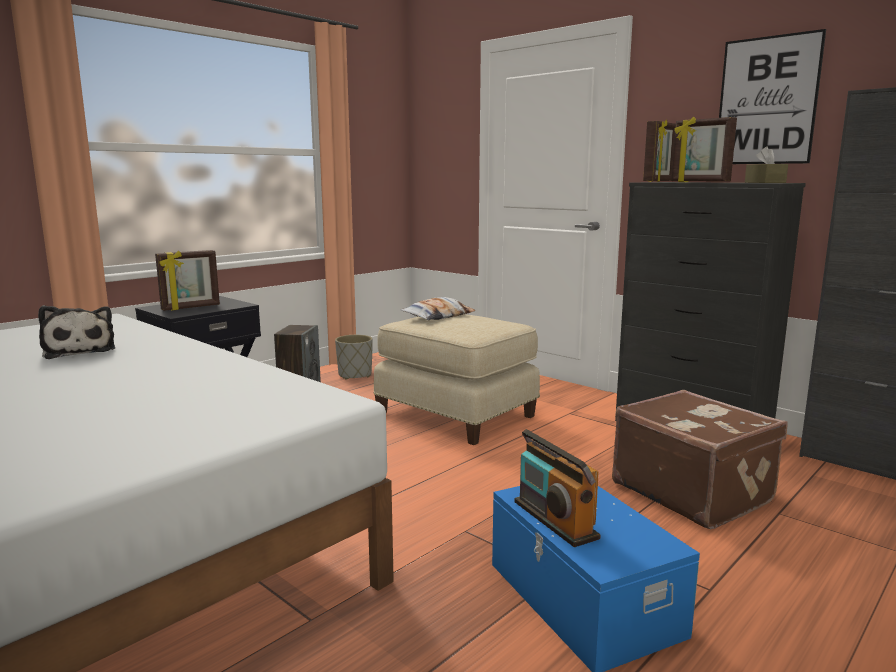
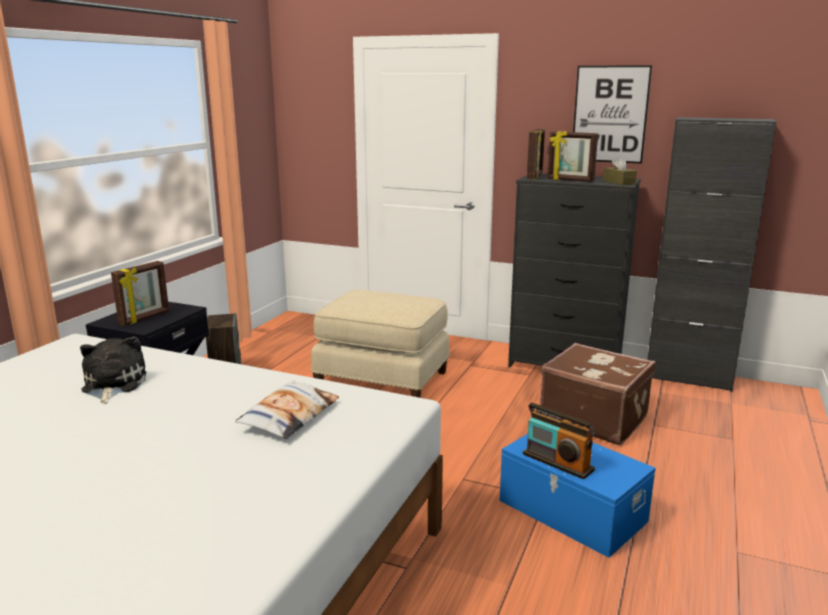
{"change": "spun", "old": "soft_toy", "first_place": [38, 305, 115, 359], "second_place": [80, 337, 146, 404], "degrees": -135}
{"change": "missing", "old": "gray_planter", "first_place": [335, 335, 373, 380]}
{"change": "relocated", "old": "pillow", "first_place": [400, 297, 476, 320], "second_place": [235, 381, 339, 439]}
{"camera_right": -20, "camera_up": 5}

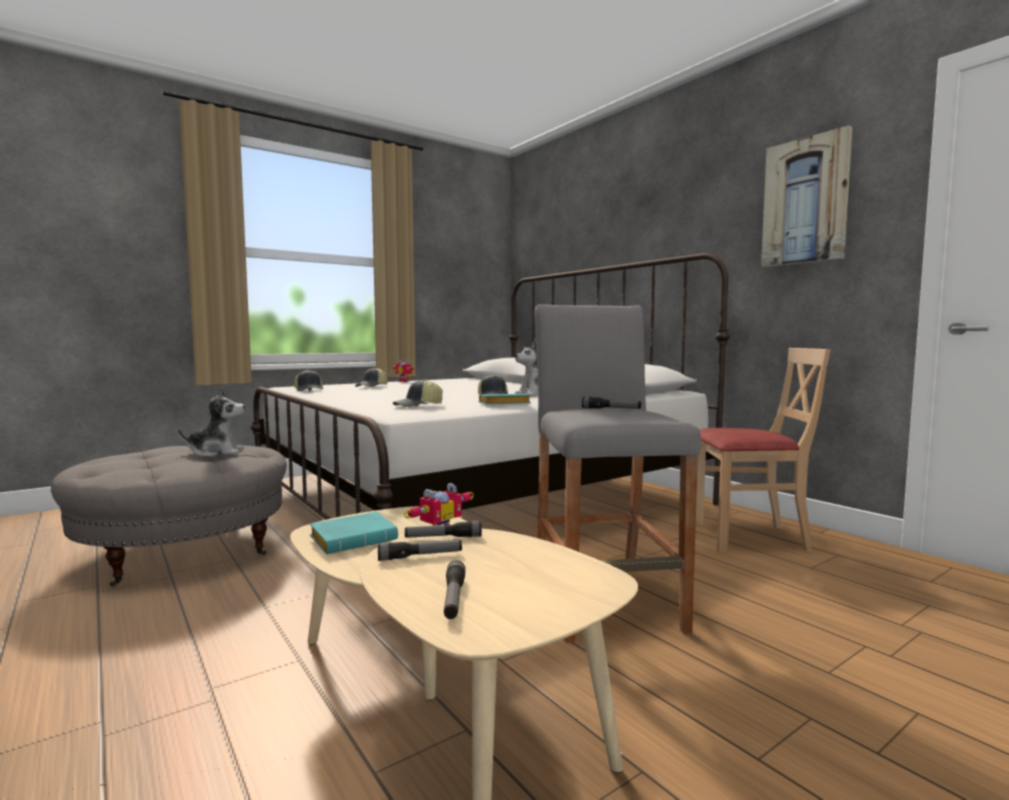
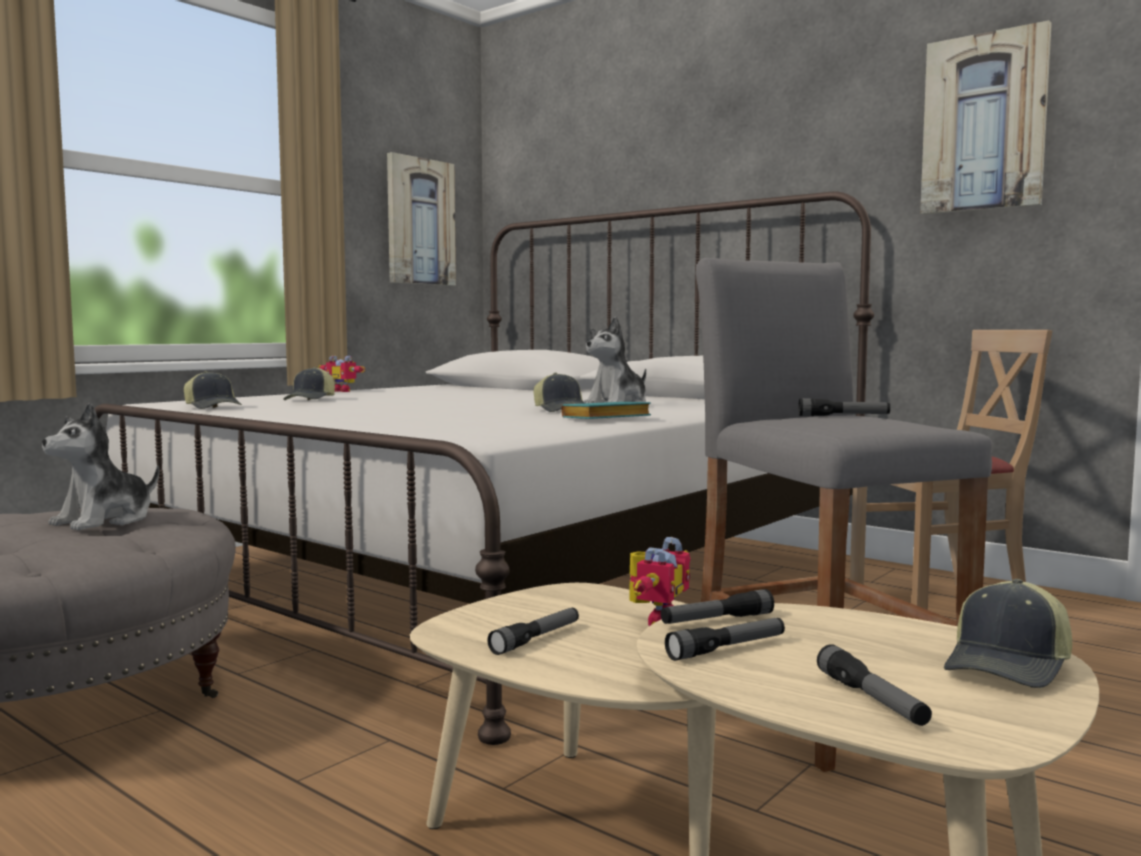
{"change": "spun", "old": "soft_toy", "first_place": [178, 388, 245, 457], "second_place": [42, 403, 159, 531], "degrees": 150}
{"change": "exchanged", "old": "blue-green_book", "new": "hand_torch", "first_place": [310, 512, 398, 554], "second_place": [487, 608, 579, 655]}
{"change": "relocated", "old": "cap", "first_place": [393, 379, 443, 407], "second_place": [944, 579, 1072, 688]}
{"change": "appeared", "new": "wall_picture", "second_place": [387, 152, 456, 286]}
{"camera_right": -15, "camera_up": 0}

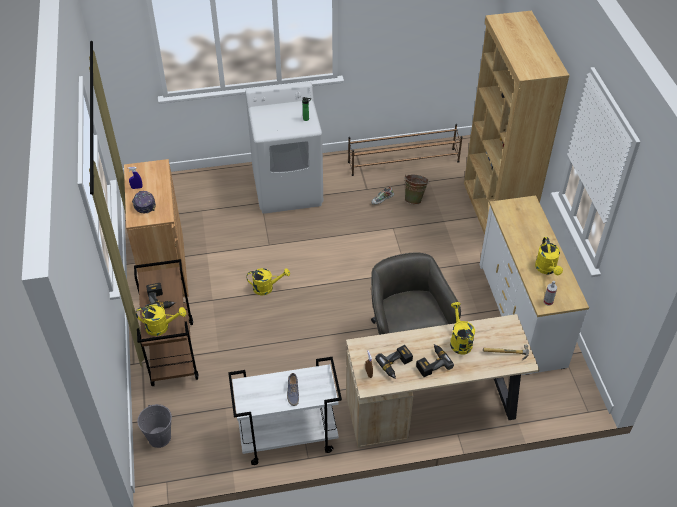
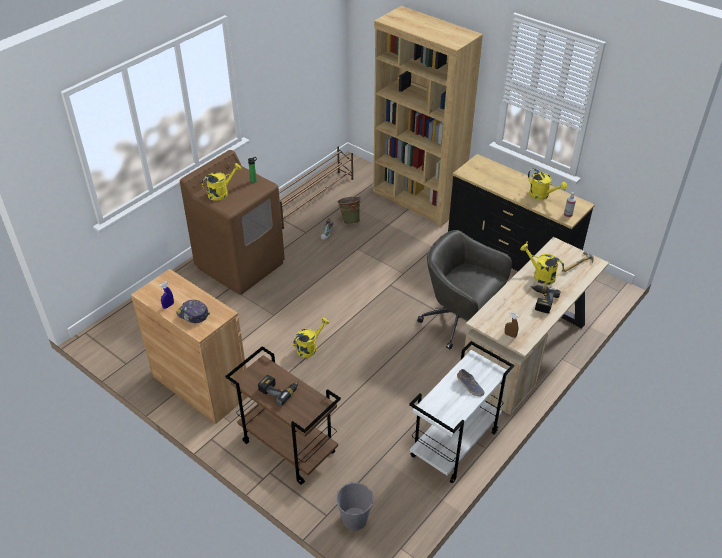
{"change": "relocated", "old": "yellow_watering_can", "first_place": [136, 304, 186, 336], "second_place": [202, 163, 242, 201]}
{"change": "colour", "old": "white_laundry_appliance", "new": "brown_laundry_appliance", "first_place": [245, 82, 323, 214], "second_place": [180, 150, 285, 295]}
{"change": "missing", "old": "electric_drill", "first_place": [375, 345, 413, 379]}
{"change": "colour", "old": "white_dresser", "new": "black-coloured_dresser", "first_place": [480, 195, 589, 375], "second_place": [448, 154, 595, 271]}
{"camera_right": -40, "camera_up": -5}

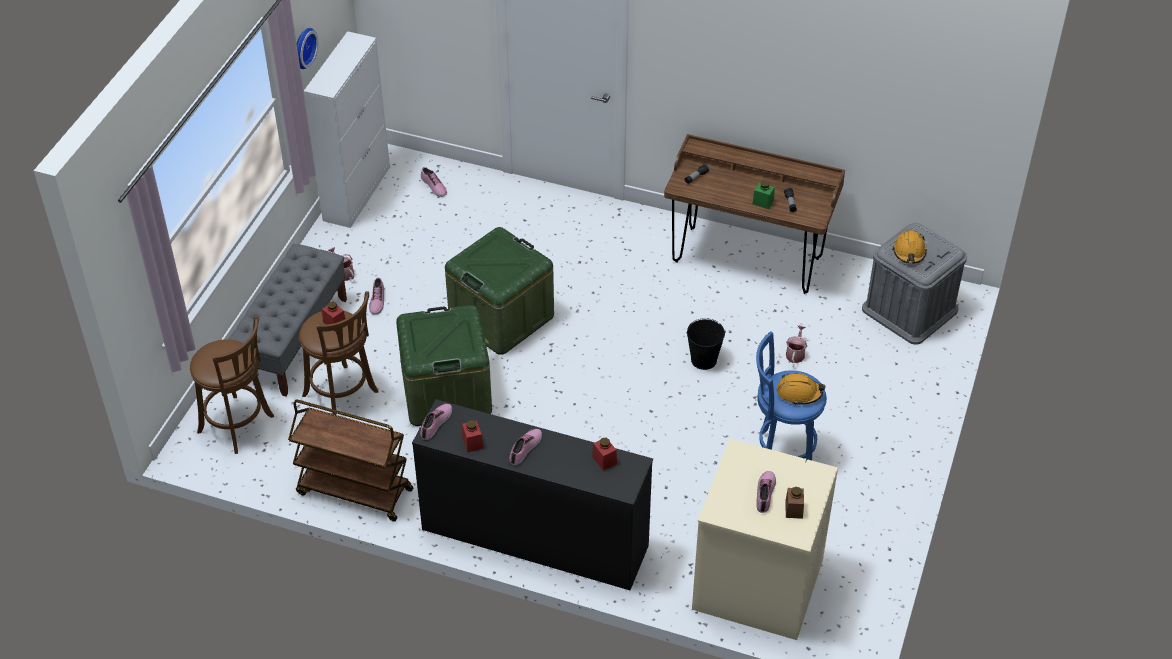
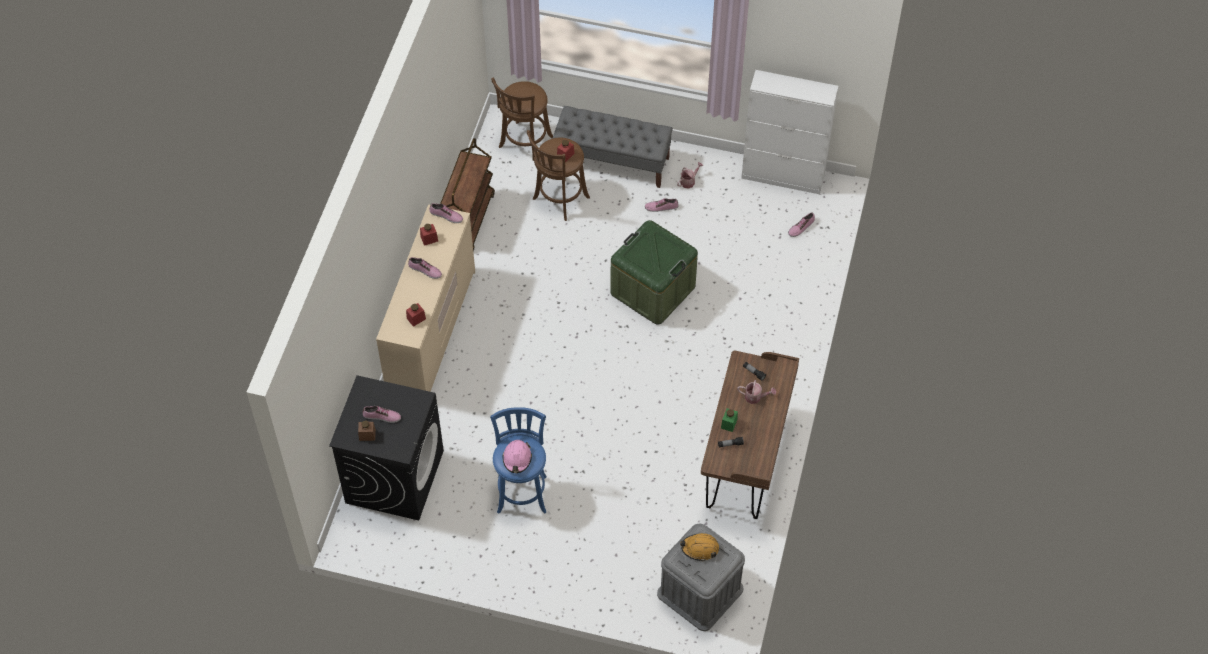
{"change": "missing", "old": "wall_clock", "first_place": [297, 28, 319, 69]}
{"change": "missing", "old": "green-coloured_storage_bin", "first_place": [396, 305, 492, 426]}
{"change": "colour", "old": "black-coloured_dresser", "new": "beige_dresser", "first_place": [412, 399, 653, 590], "second_place": [376, 204, 475, 392]}
{"change": "missing", "old": "black-coloured_bucket", "first_place": [686, 318, 726, 370]}
{"change": "colour", "old": "beige_laundry_appliance", "new": "black-coloured_laundry_appliance", "first_place": [692, 439, 838, 640], "second_place": [329, 375, 444, 520]}
{"change": "colour", "old": "orange_work_helmet", "new": "pink-coloured_work_helmet", "first_place": [777, 373, 825, 405], "second_place": [503, 440, 532, 473]}
{"change": "relocated", "old": "watering_can", "first_place": [786, 325, 807, 363], "second_place": [737, 380, 776, 404]}
{"camera_right": 85, "camera_up": 10}

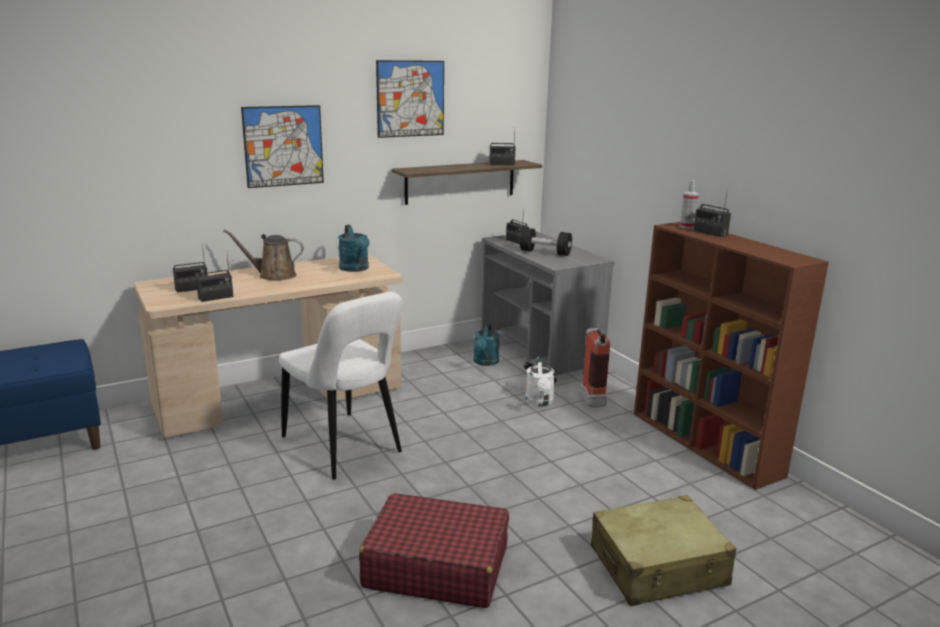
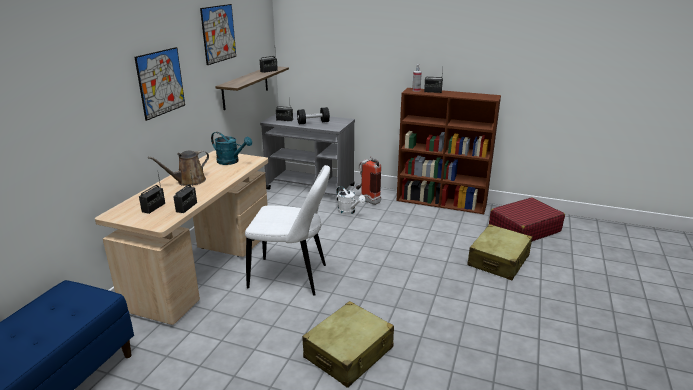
{"change": "relocated", "old": "red-coloured_piece_of_luggage", "first_place": [359, 493, 509, 608], "second_place": [489, 197, 565, 241]}
{"change": "missing", "old": "blue-green_watering_can", "first_place": [474, 323, 499, 366]}
{"change": "appeared", "new": "beige_piece_of_luggage", "second_place": [302, 301, 394, 388]}
{"camera_right": -40, "camera_up": 5}

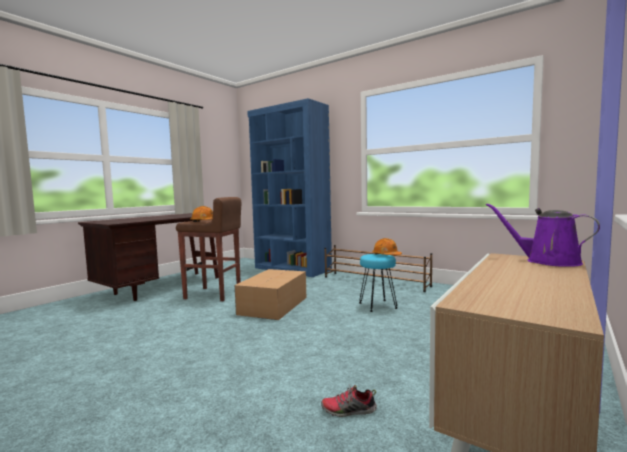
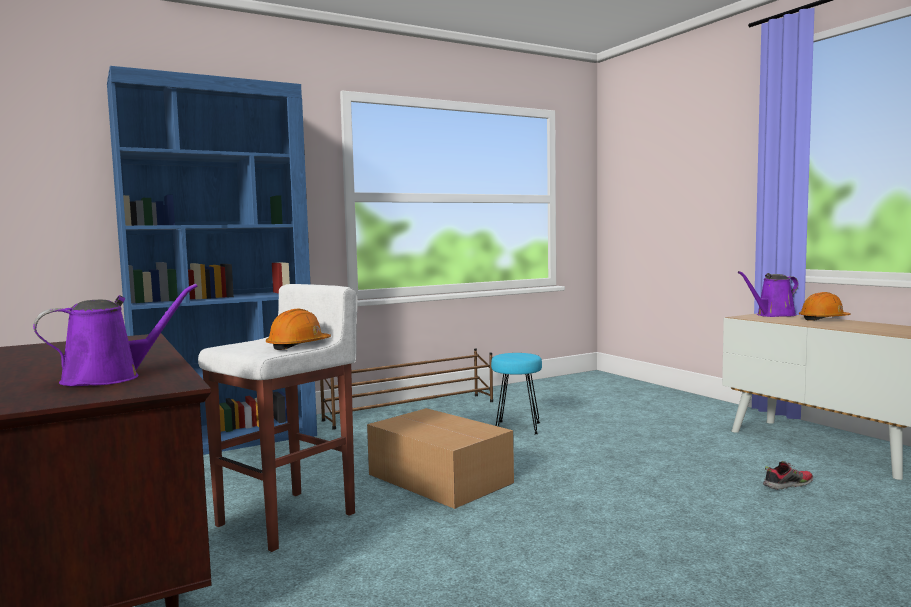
{"change": "colour", "old": "brown_stool", "new": "white_stool", "first_place": [176, 197, 241, 301], "second_place": [198, 284, 357, 552]}
{"change": "spun", "old": "item_of_footwear", "first_place": [321, 385, 377, 417], "second_place": [763, 461, 813, 490], "degrees": -135}
{"change": "relocated", "old": "orange_work_helmet", "first_place": [372, 238, 402, 255], "second_place": [799, 292, 851, 321]}
{"change": "appeared", "new": "purple-coloured_watering_can", "second_place": [33, 284, 198, 386]}
{"camera_right": -65, "camera_up": 0}

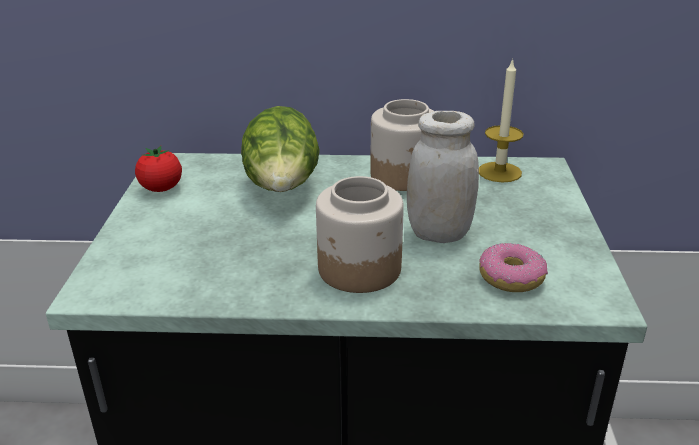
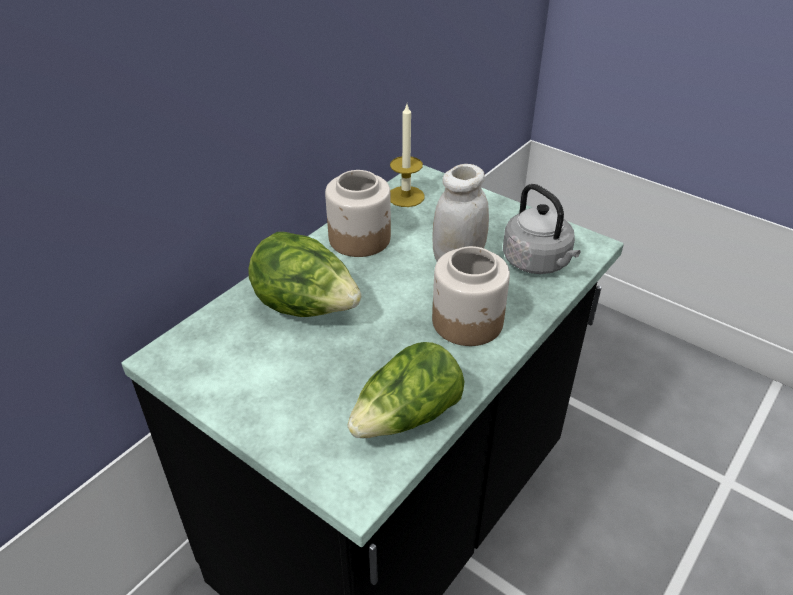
{"change": "missing", "old": "tomato", "first_place": [135, 146, 182, 192]}
{"change": "exchanged", "old": "ring_doughnut", "new": "gray_kettle", "first_place": [479, 242, 548, 292], "second_place": [503, 184, 581, 274]}
{"change": "appeared", "new": "head_of_lettuce", "second_place": [347, 342, 464, 438]}
{"camera_right": -55, "camera_up": 10}

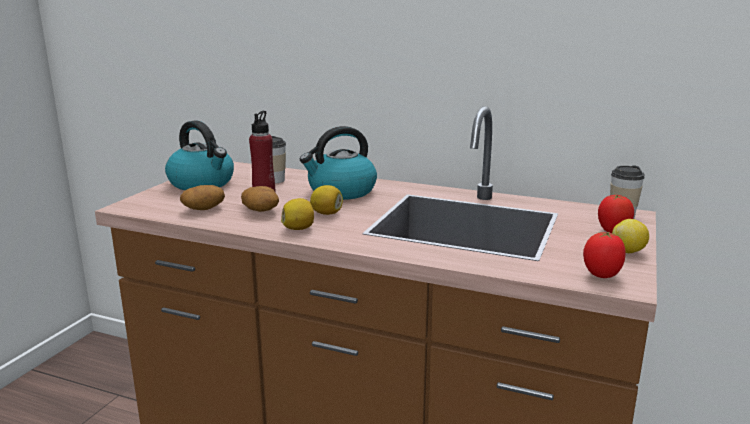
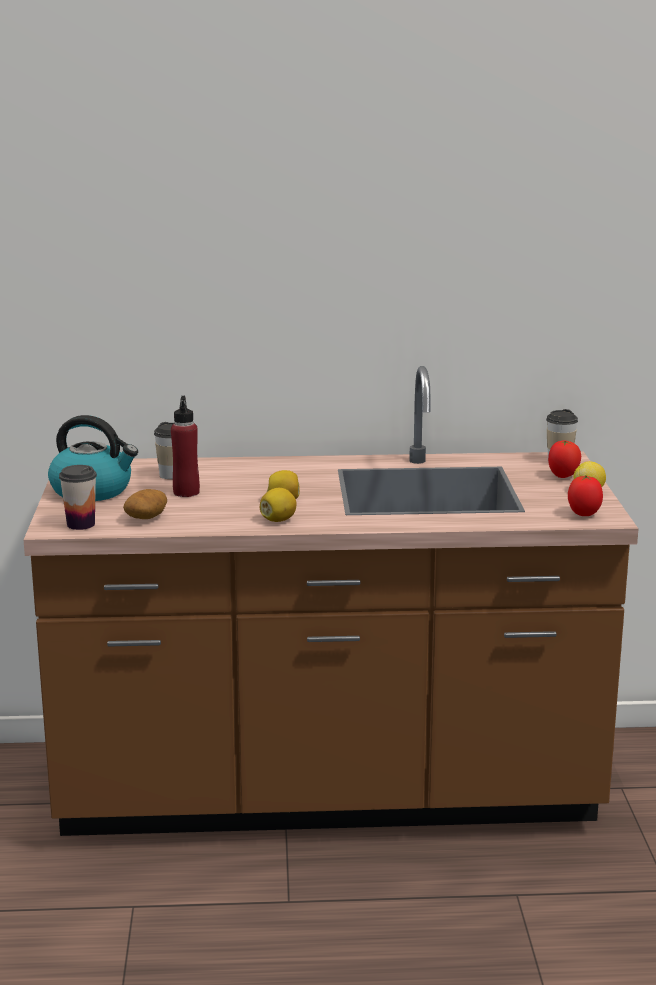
{"change": "missing", "old": "potato", "first_place": [241, 186, 279, 212]}
{"change": "missing", "old": "kettle", "first_place": [300, 126, 377, 200]}
{"change": "appeared", "new": "small_cup", "second_place": [59, 465, 97, 530]}
{"camera_right": -25, "camera_up": 0}

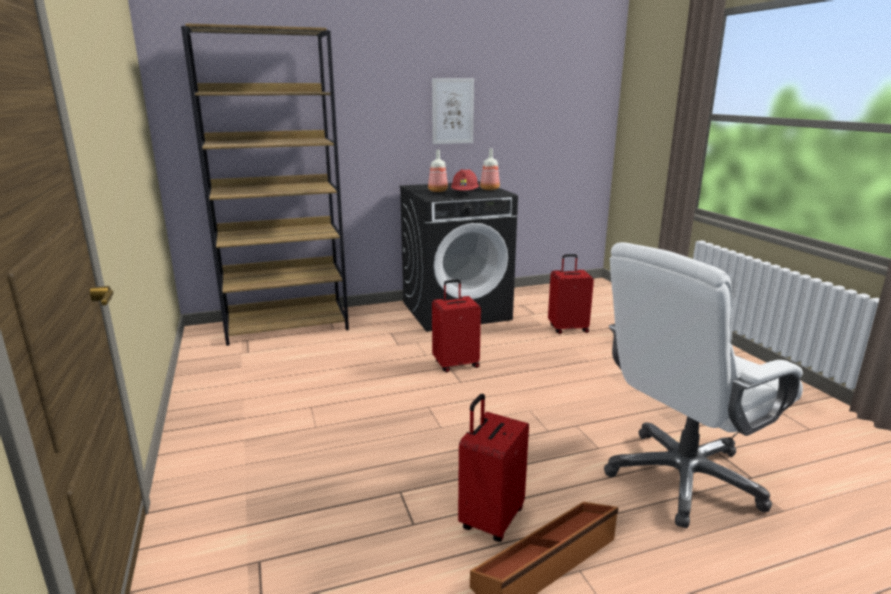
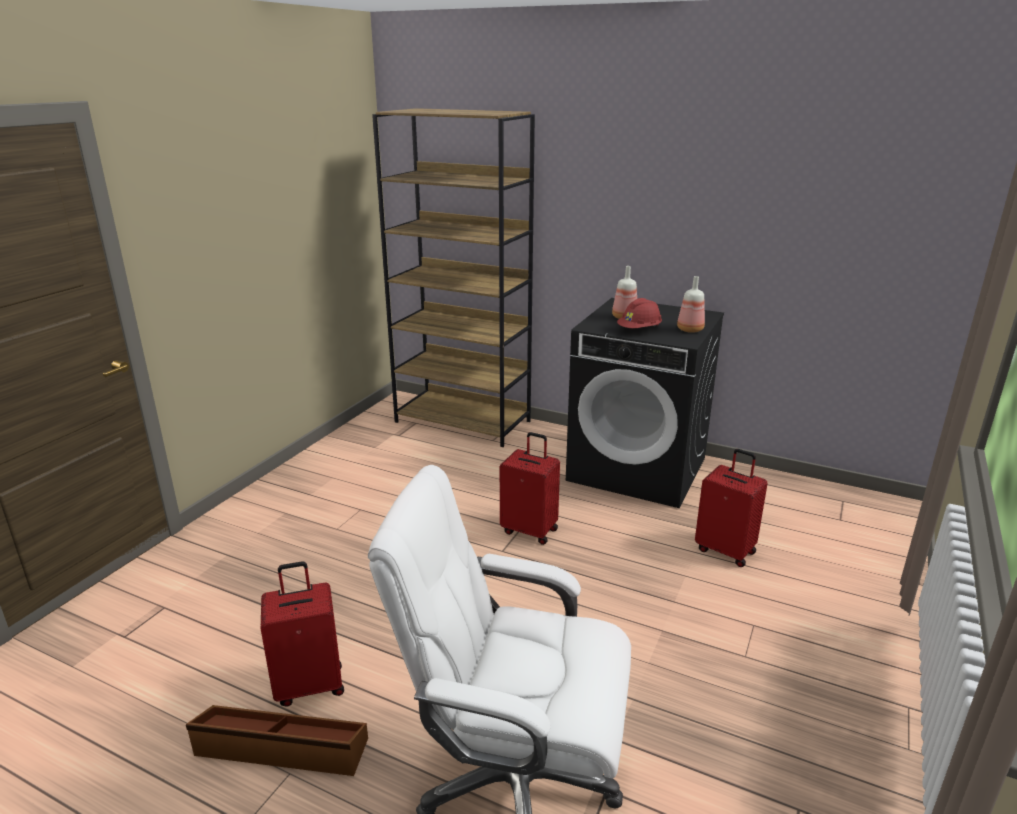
{"change": "missing", "old": "wall_picture", "first_place": [432, 78, 474, 144]}
{"camera_right": 45, "camera_up": 5}

